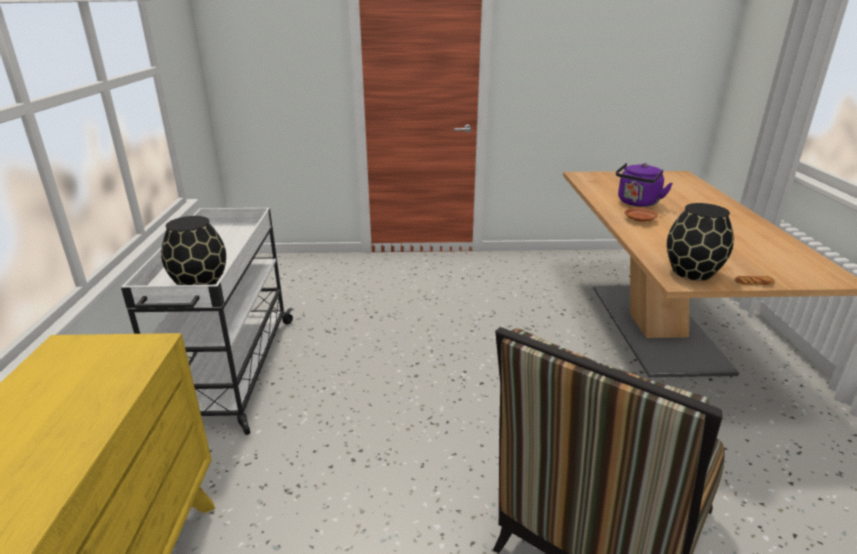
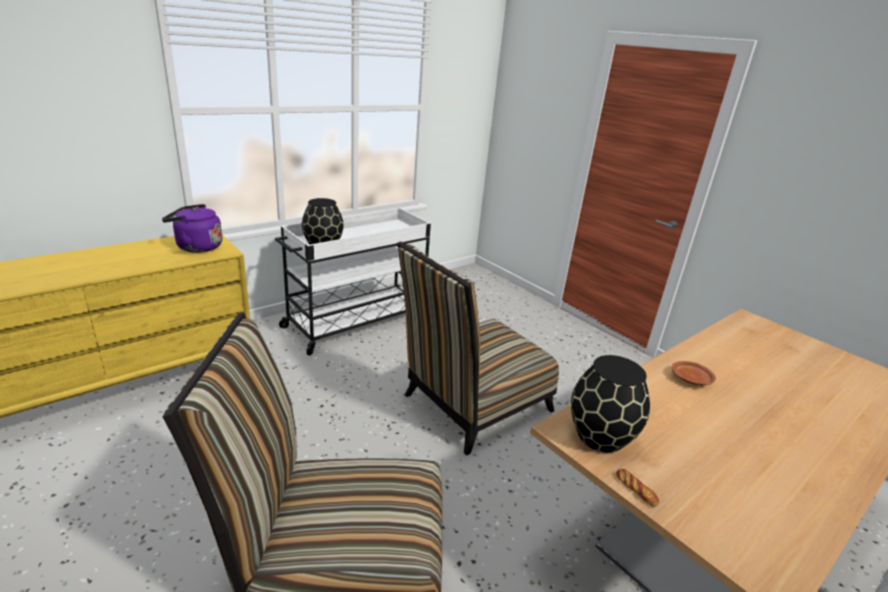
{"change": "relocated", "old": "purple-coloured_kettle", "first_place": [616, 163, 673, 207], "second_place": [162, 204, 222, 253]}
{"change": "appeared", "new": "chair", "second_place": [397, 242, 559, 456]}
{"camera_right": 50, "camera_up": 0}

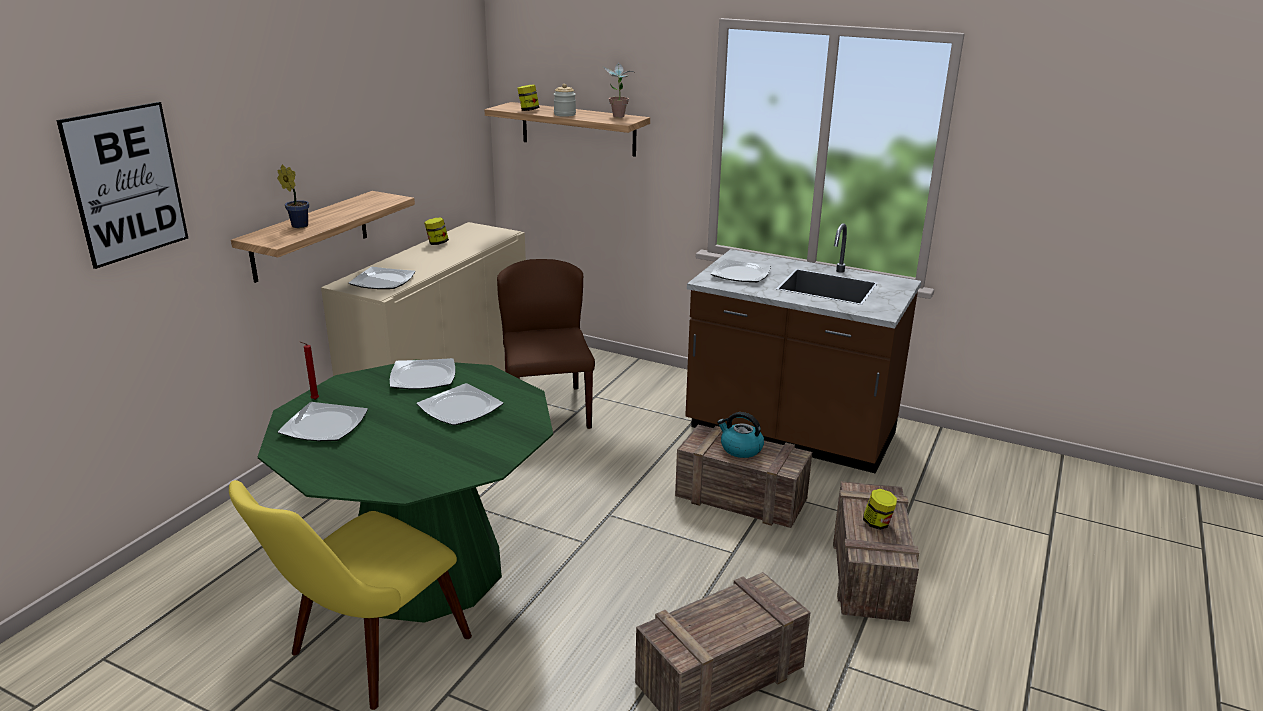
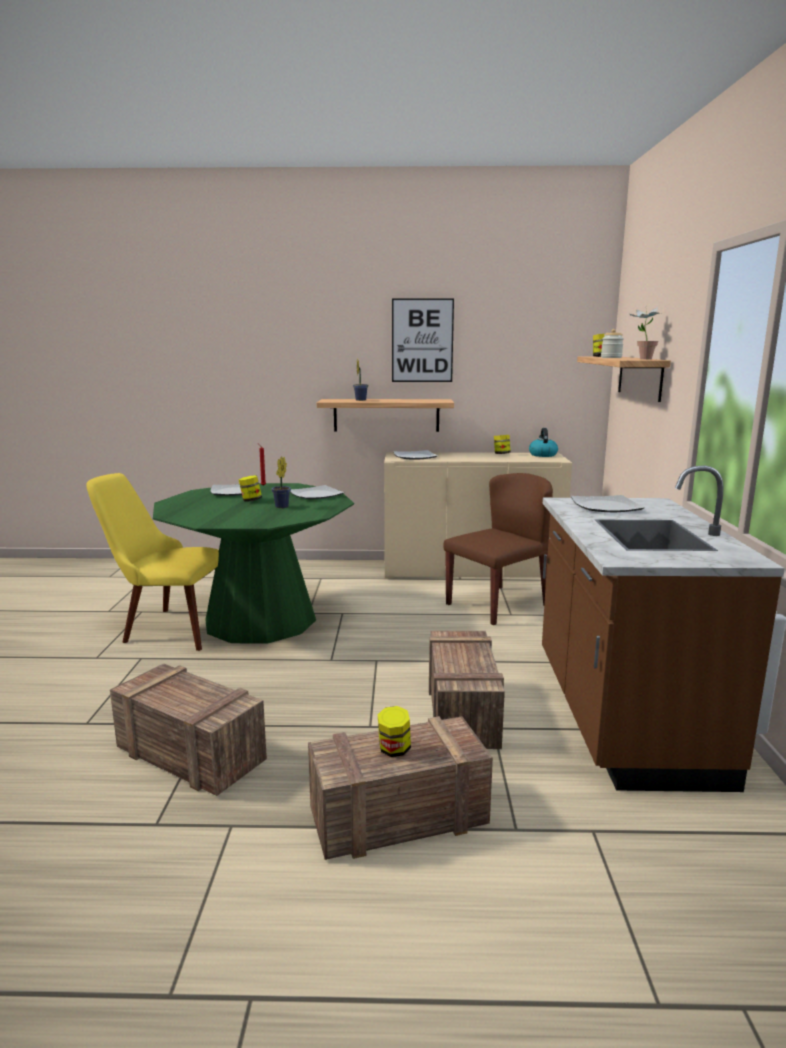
{"change": "relocated", "old": "wall_picture", "first_place": [56, 102, 188, 269], "second_place": [392, 298, 454, 382]}
{"change": "exchanged", "old": "dinner_plate", "new": "plant_in_a_pot", "first_place": [417, 383, 503, 426], "second_place": [271, 457, 291, 508]}
{"change": "relocated", "old": "kettle", "first_place": [717, 412, 764, 458], "second_place": [529, 428, 558, 457]}
{"change": "appeared", "new": "storage_jar", "second_place": [238, 475, 262, 502]}
{"camera_right": 65, "camera_up": -10}

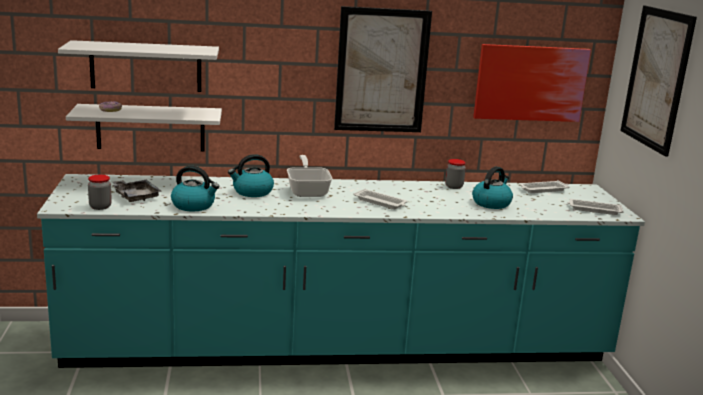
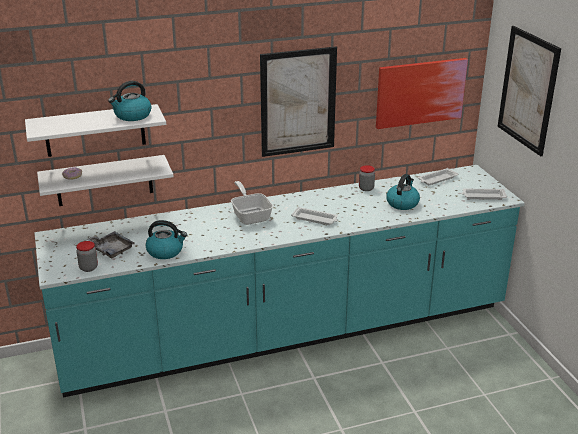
{"change": "relocated", "old": "kettle", "first_place": [228, 154, 274, 197], "second_place": [108, 81, 151, 121]}
{"camera_right": -10, "camera_up": 10}

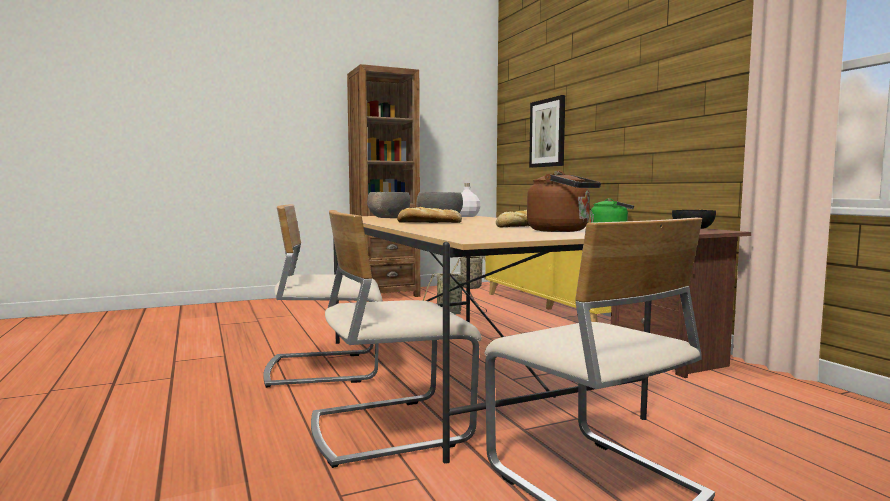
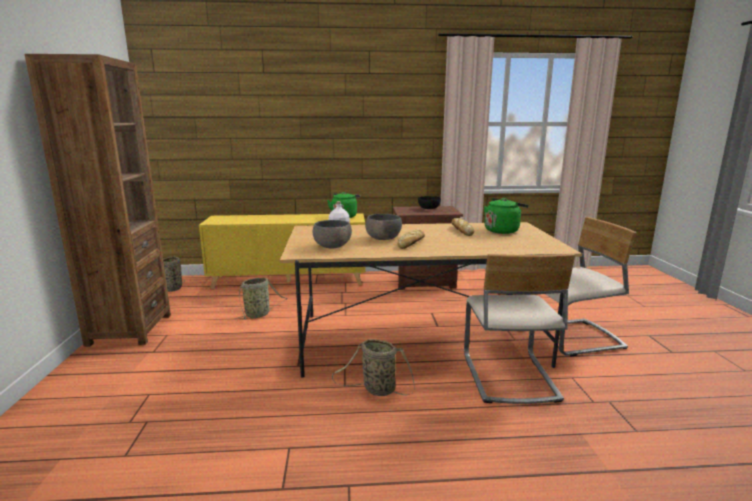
{"change": "exchanged", "old": "beige_chair", "new": "storage_basket", "first_place": [263, 204, 383, 388], "second_place": [332, 339, 415, 396]}
{"change": "colour", "old": "brown_kettle", "new": "green-coloured_kettle", "first_place": [527, 171, 601, 232], "second_place": [484, 198, 529, 234]}
{"change": "missing", "old": "wall_picture", "first_place": [529, 95, 565, 168]}
{"camera_right": -70, "camera_up": 10}

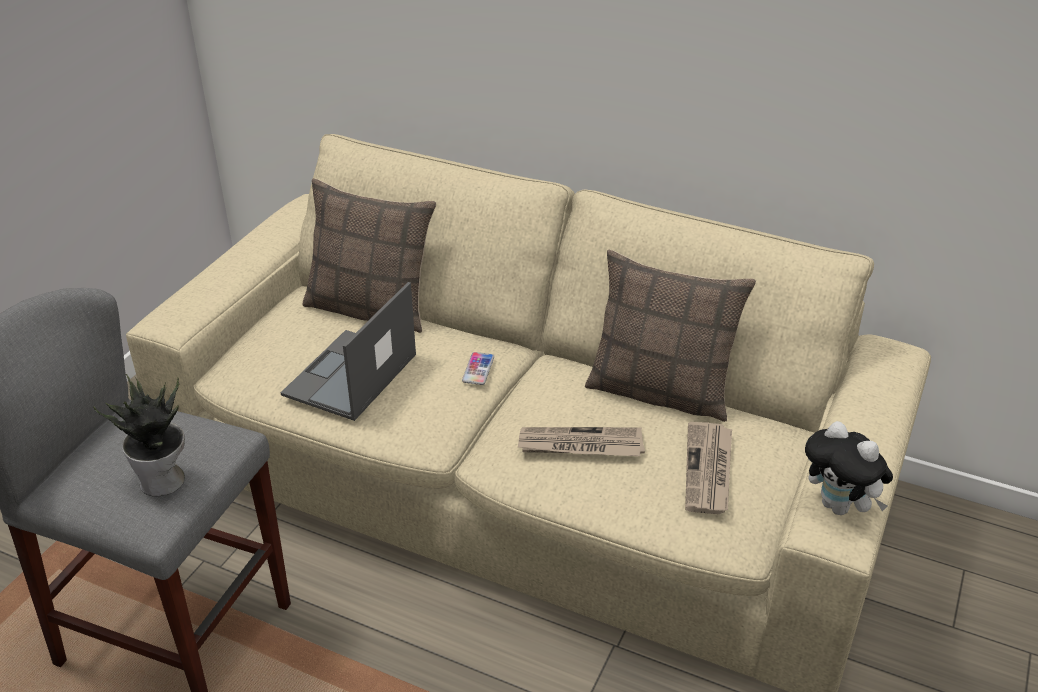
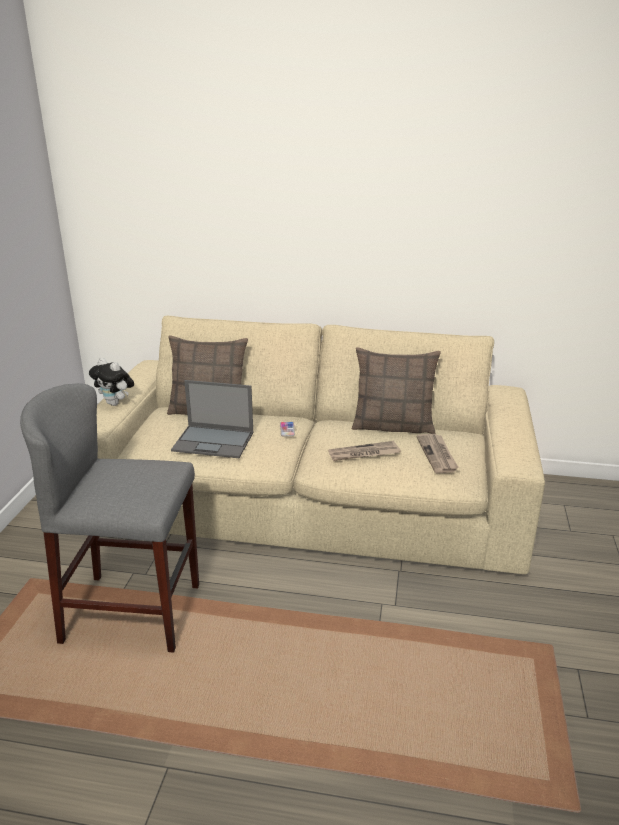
{"change": "missing", "old": "plant_in_a_pot", "first_place": [93, 374, 185, 496]}
{"change": "spun", "old": "laptop", "first_place": [281, 282, 416, 421], "second_place": [171, 380, 254, 458], "degrees": -90}
{"change": "relocated", "old": "soft_toy", "first_place": [805, 421, 893, 515], "second_place": [89, 358, 134, 406]}
{"camera_right": -15, "camera_up": -10}

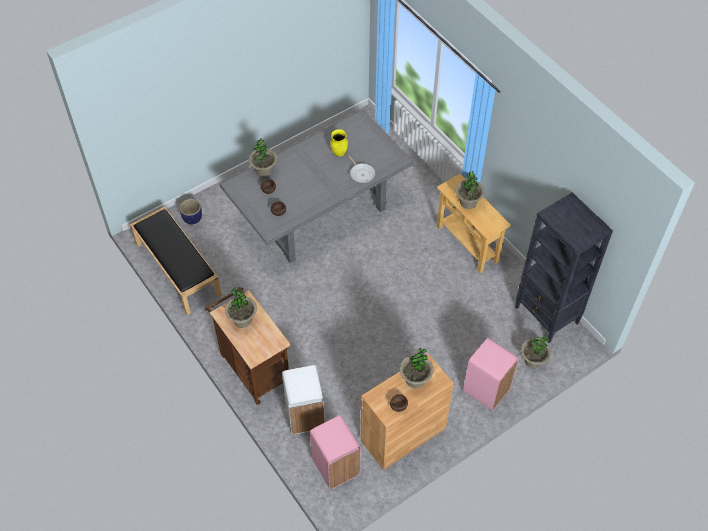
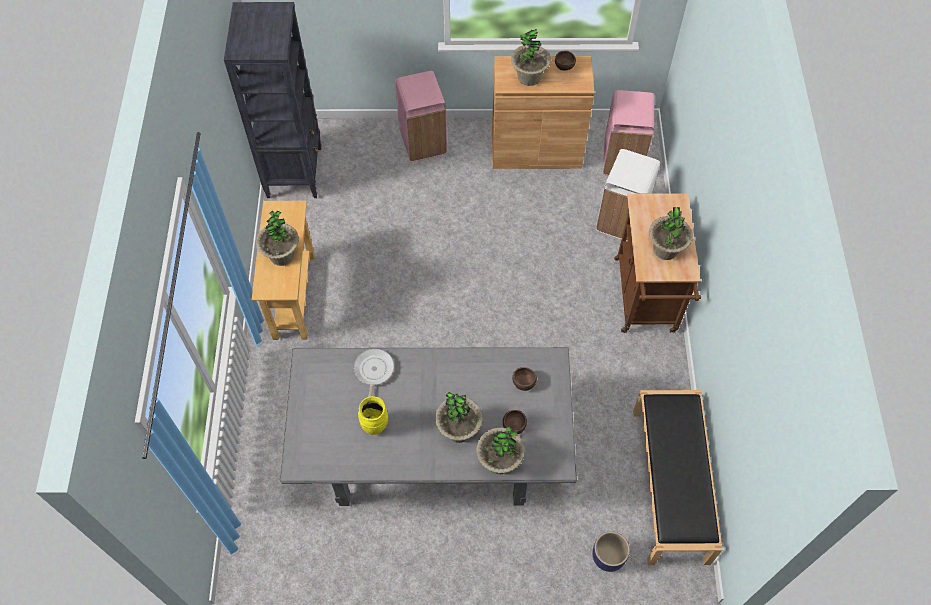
{"change": "relocated", "old": "plant_in_a_pot", "first_place": [521, 335, 551, 368], "second_place": [435, 392, 483, 443]}
{"camera_right": -145, "camera_up": 5}

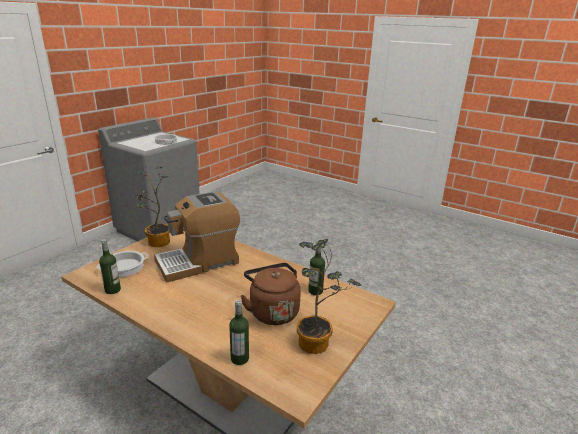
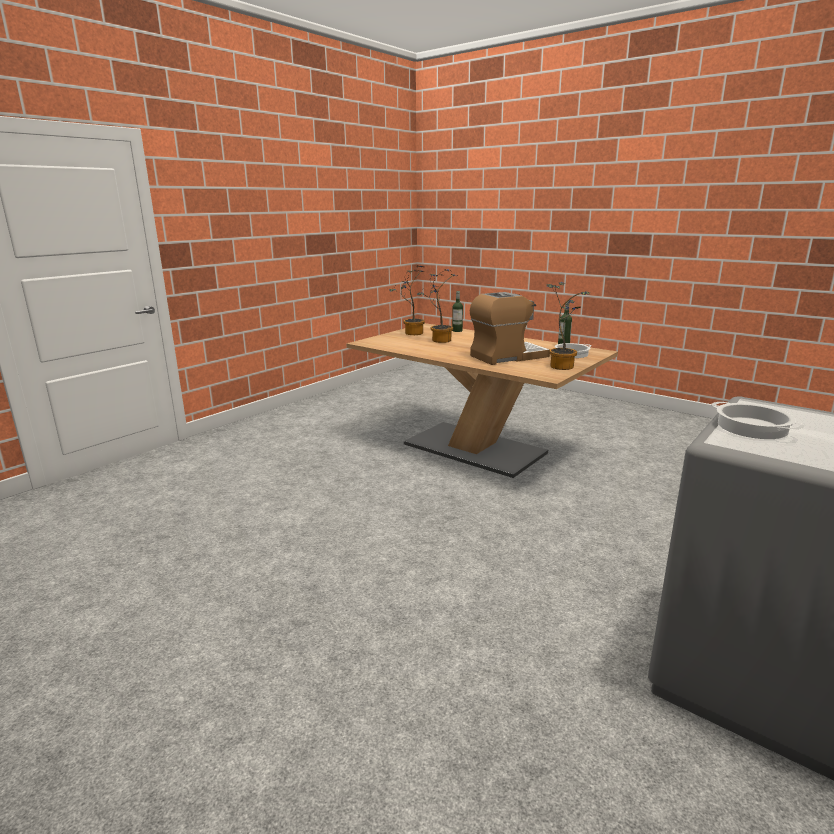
{"change": "exchanged", "old": "brown_kettle", "new": "plant_in_a_pot", "first_place": [240, 263, 301, 325], "second_place": [417, 269, 458, 343]}
{"change": "missing", "old": "bottle", "first_place": [308, 242, 325, 295]}
{"camera_right": -175, "camera_up": -5}

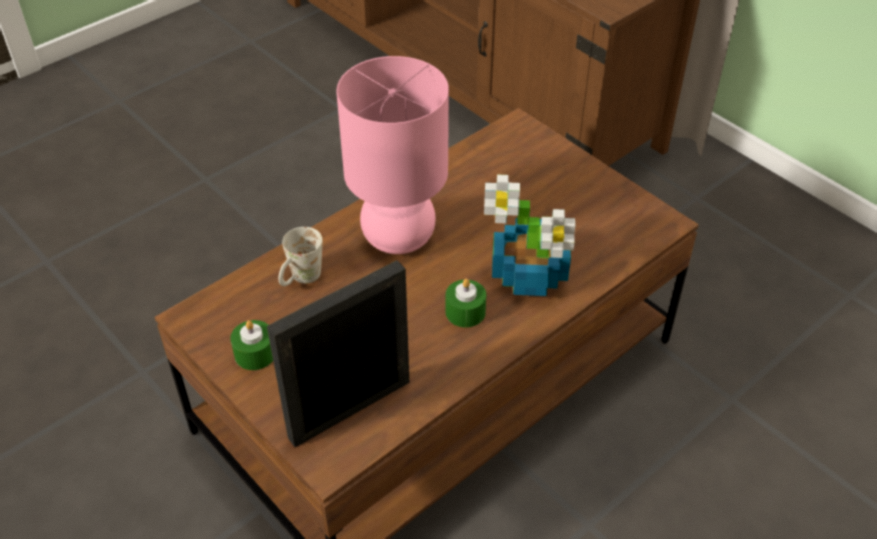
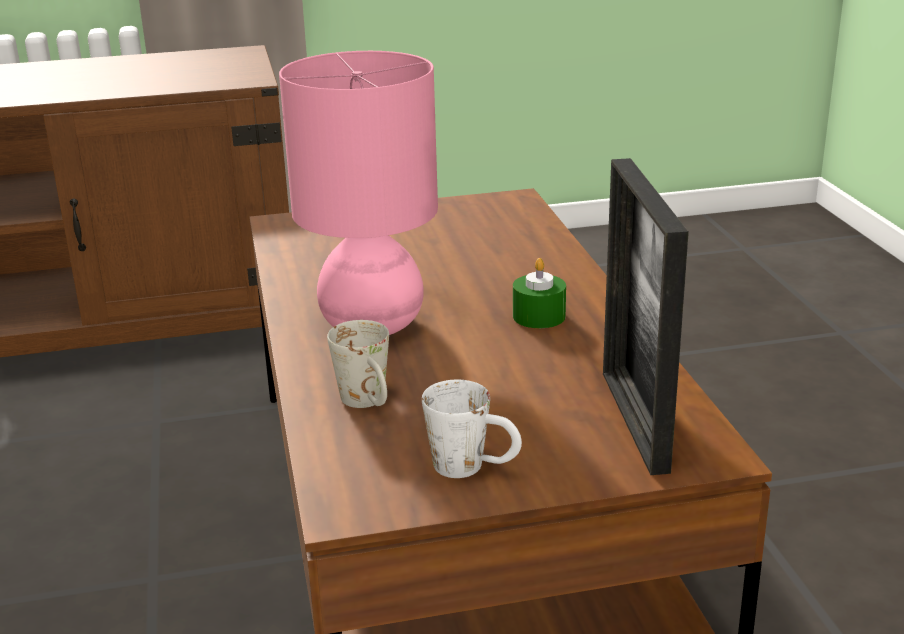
{"change": "exchanged", "old": "green-coloured_candle", "new": "white_coffee_mug", "first_place": [230, 320, 273, 370], "second_place": [422, 380, 522, 478]}
{"change": "missing", "old": "plant_in_a_pot", "first_place": [484, 175, 575, 296]}
{"camera_right": -60, "camera_up": -20}

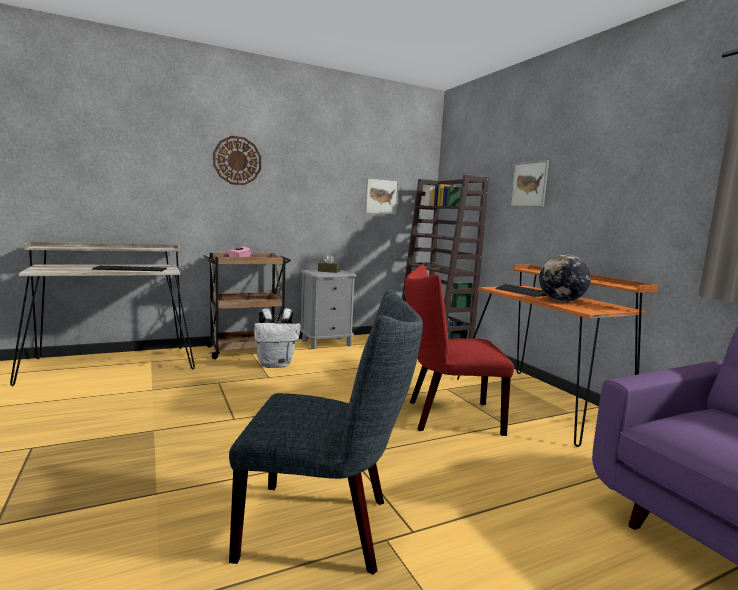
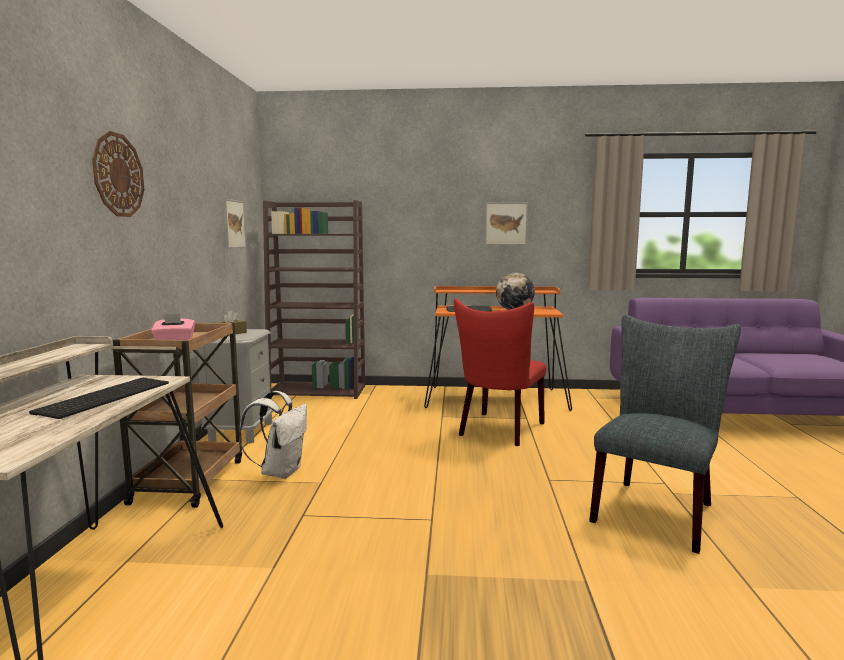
{"change": "relocated", "old": "wall_picture", "first_place": [510, 160, 549, 207], "second_place": [485, 202, 528, 245]}
{"camera_right": -60, "camera_up": 0}

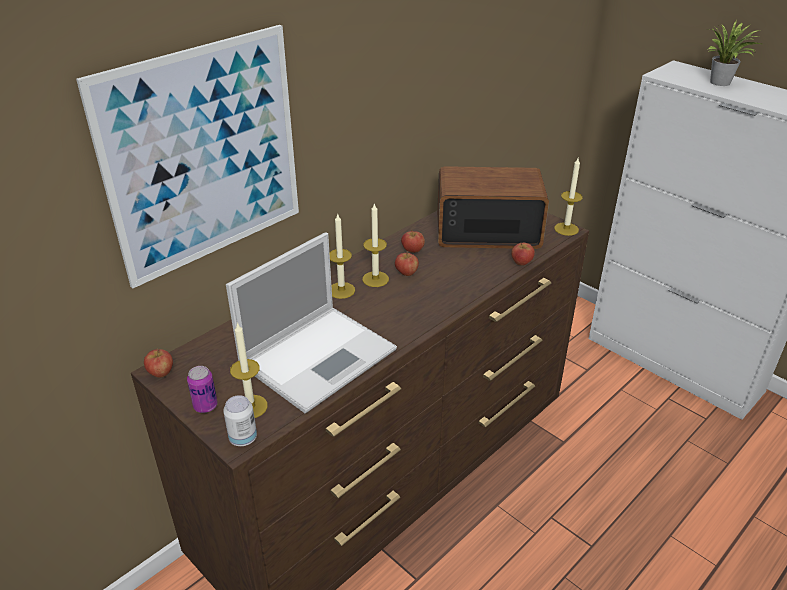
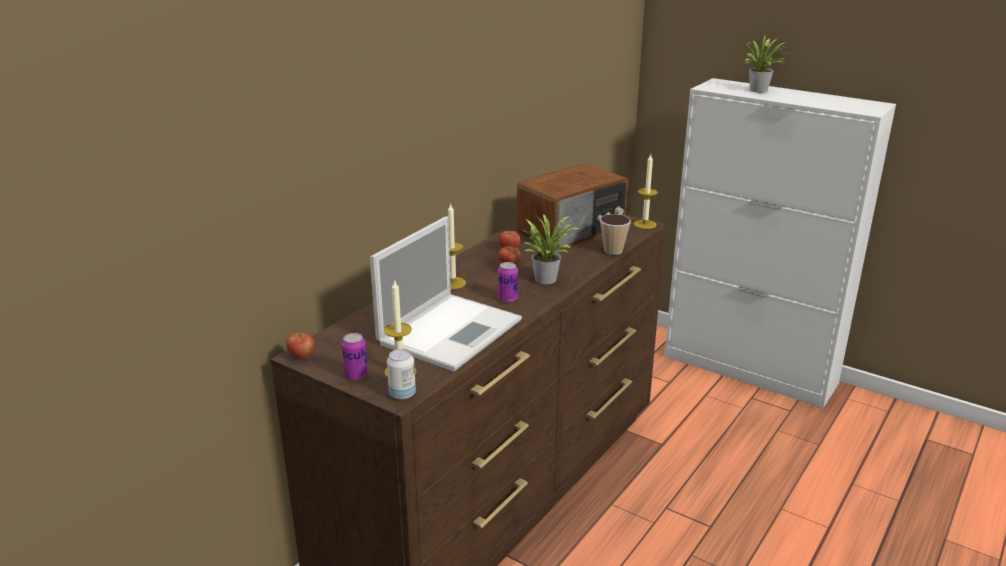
{"change": "missing", "old": "wall_picture", "first_place": [76, 25, 299, 288]}
{"change": "missing", "old": "candle", "first_place": [362, 203, 389, 287]}
{"change": "spun", "old": "radio", "first_place": [437, 166, 549, 249], "second_place": [517, 164, 629, 250], "degrees": 150}
{"change": "exchanged", "old": "apple", "new": "small_cup", "first_place": [511, 243, 535, 266], "second_place": [599, 214, 631, 255]}
{"change": "appeared", "new": "sealed_can", "second_place": [498, 262, 518, 303]}
{"change": "appeared", "new": "plant_in_a_pot", "second_place": [522, 214, 581, 284]}
{"camera_right": -10, "camera_up": -10}

